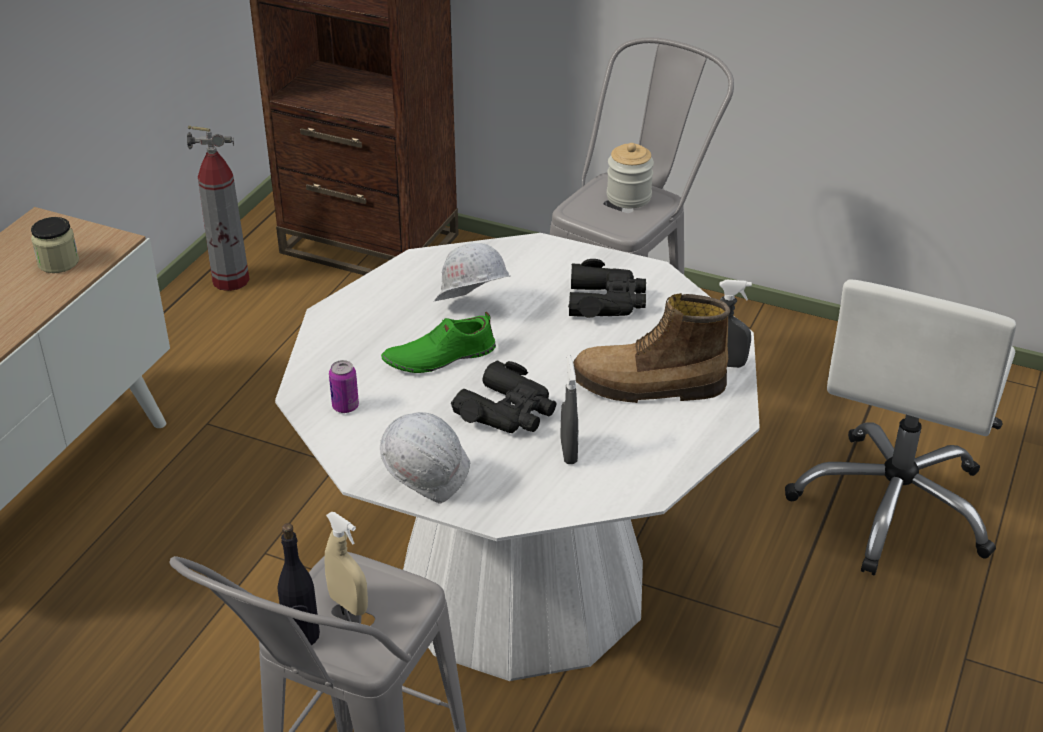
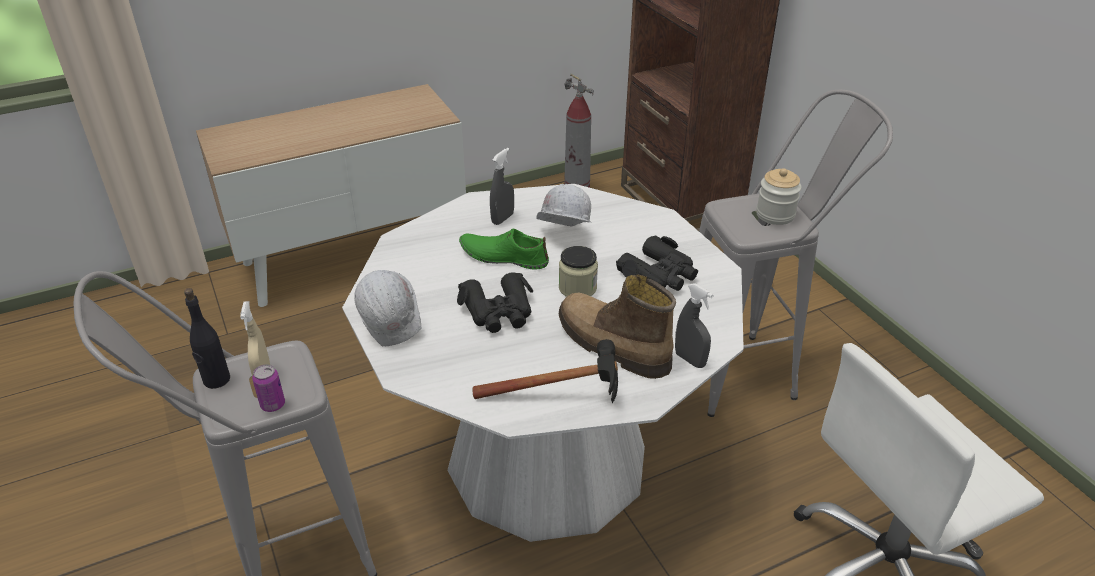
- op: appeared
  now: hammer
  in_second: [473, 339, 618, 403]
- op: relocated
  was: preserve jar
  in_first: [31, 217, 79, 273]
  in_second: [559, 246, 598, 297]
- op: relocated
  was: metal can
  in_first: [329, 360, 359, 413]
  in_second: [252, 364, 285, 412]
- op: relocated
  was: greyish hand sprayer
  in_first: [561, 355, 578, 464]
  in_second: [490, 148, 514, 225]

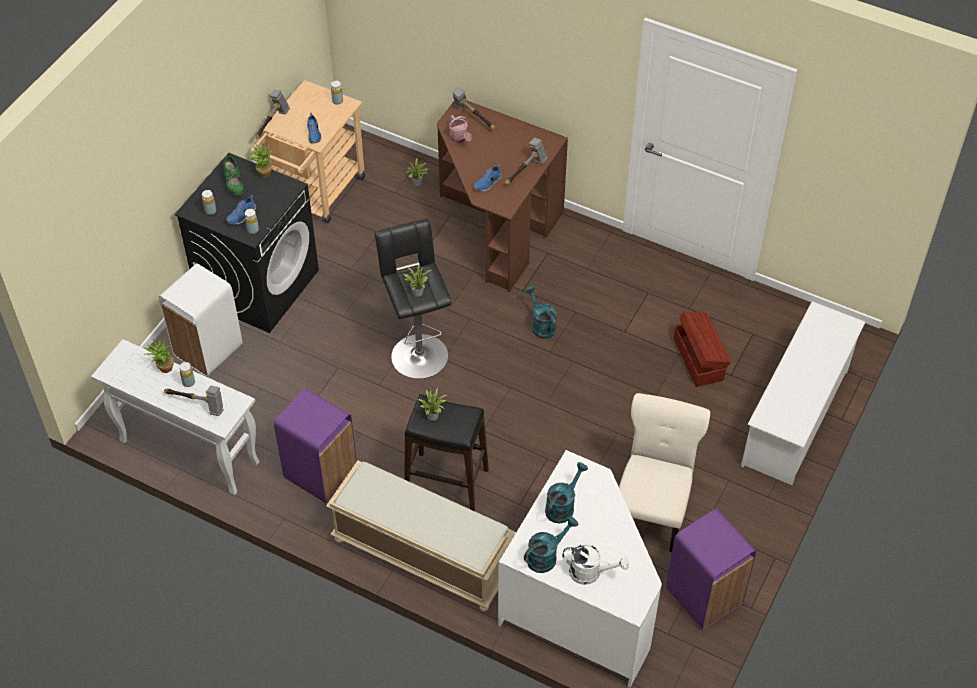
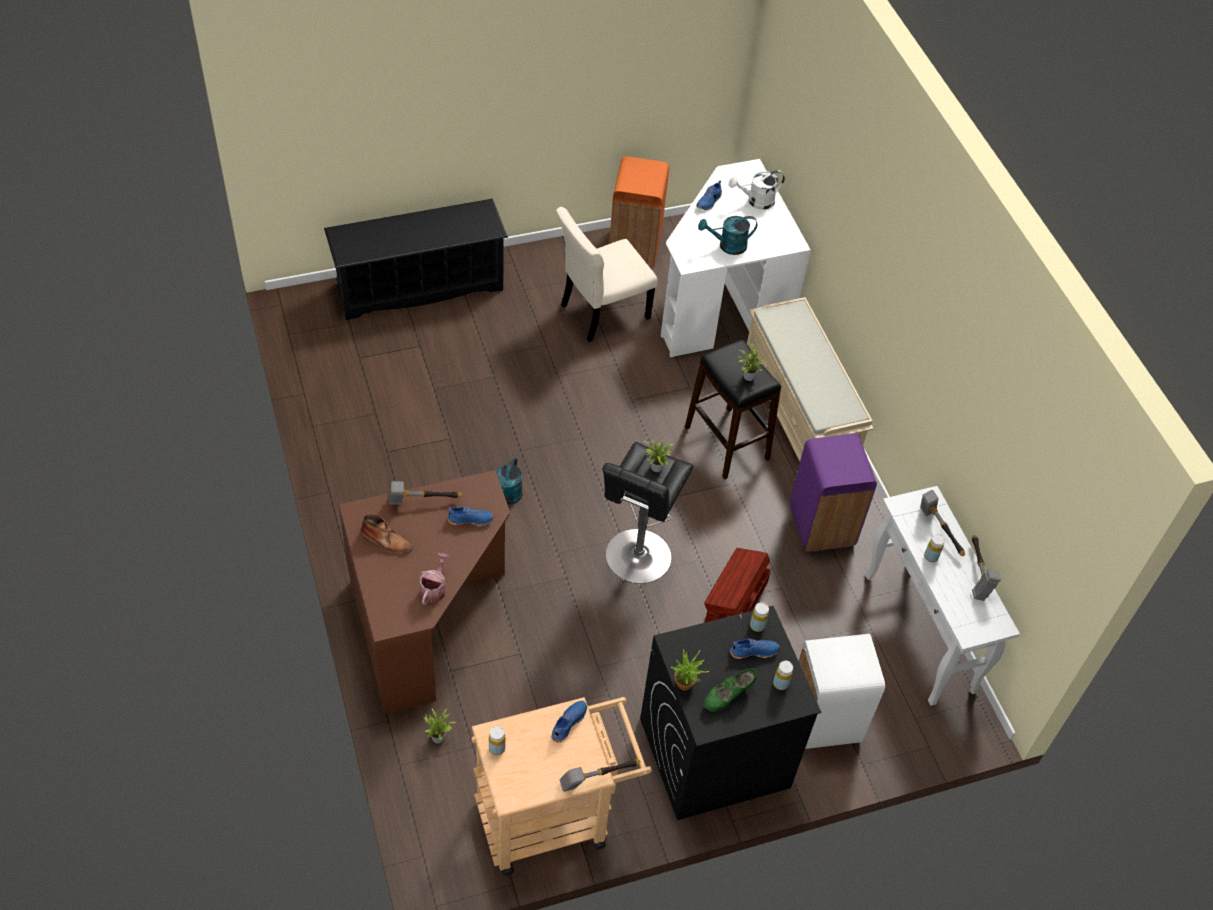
- op: missing
  was: plant in a pot
  in_first: [143, 338, 174, 373]
- op: missing
  was: turquoise watering can
  in_first: [524, 516, 578, 573]
- op: appeared
  now: brown tall boot
  in_second: [361, 514, 413, 555]
- op: appeared
  now: bluish item of footwear
  in_second: [696, 180, 722, 210]
- op: relocated
  was: hammer
  in_first: [452, 87, 495, 129]
  in_second: [972, 535, 1001, 601]
- op: relocated
  was: brown storage container
  in_first: [674, 312, 731, 387]
  in_second: [704, 548, 771, 622]
- op: colour
  was: purplish trash can
  now: orange-coloured trash can
  in_first: [666, 509, 756, 630]
  in_second: [609, 156, 669, 268]
- op: colour
  was: whitish shoe shelf
  now: blackish shoe shelf
  in_first: [741, 301, 865, 485]
  in_second: [324, 199, 508, 320]
- op: spun
  was: green-coloured item of footwear
  in_first: [223, 156, 244, 196]
  in_second: [704, 669, 756, 712]
  clockwise: -150
- op: spun
  was: whitish watering can
  in_first: [562, 544, 629, 585]
  in_second: [729, 170, 785, 210]
  clockwise: -75

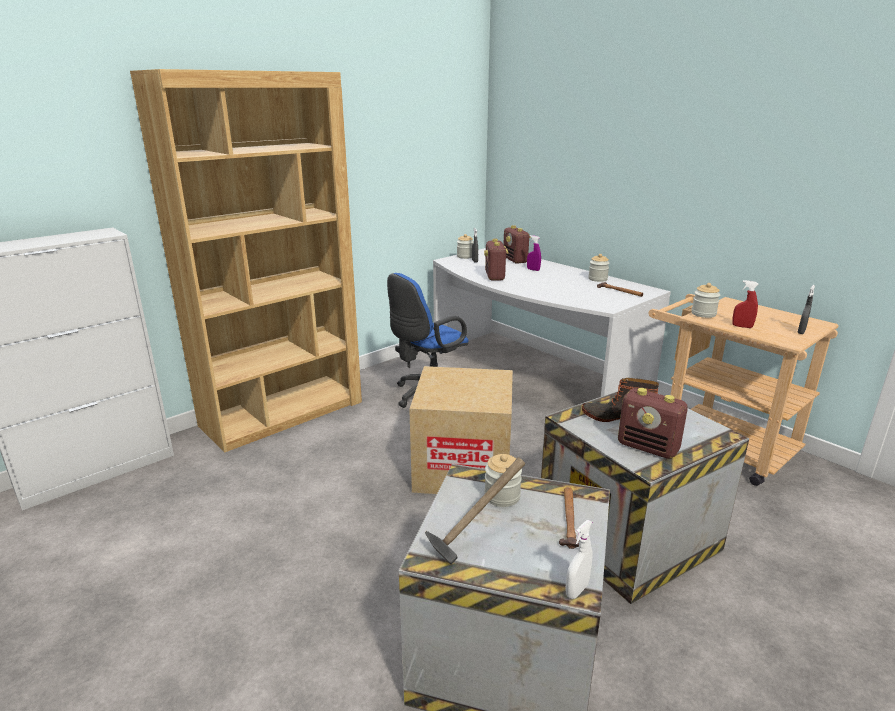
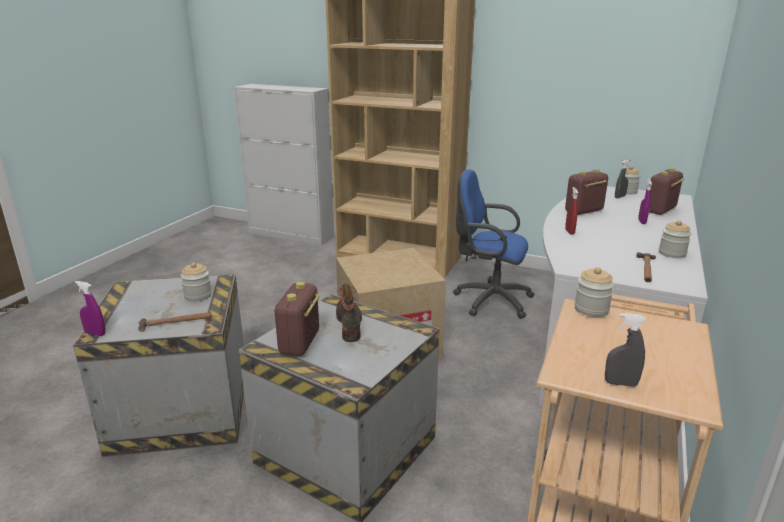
- op: missing
  was: hammer
  in_first: [425, 457, 525, 564]
- op: relocated
  was: red hand sprayer
  in_first: [732, 280, 759, 328]
  in_second: [565, 187, 578, 235]
- op: colour
  was: whitish hand sprayer
  now: purplish hand sprayer
  in_first: [565, 520, 592, 599]
  in_second: [75, 281, 106, 336]

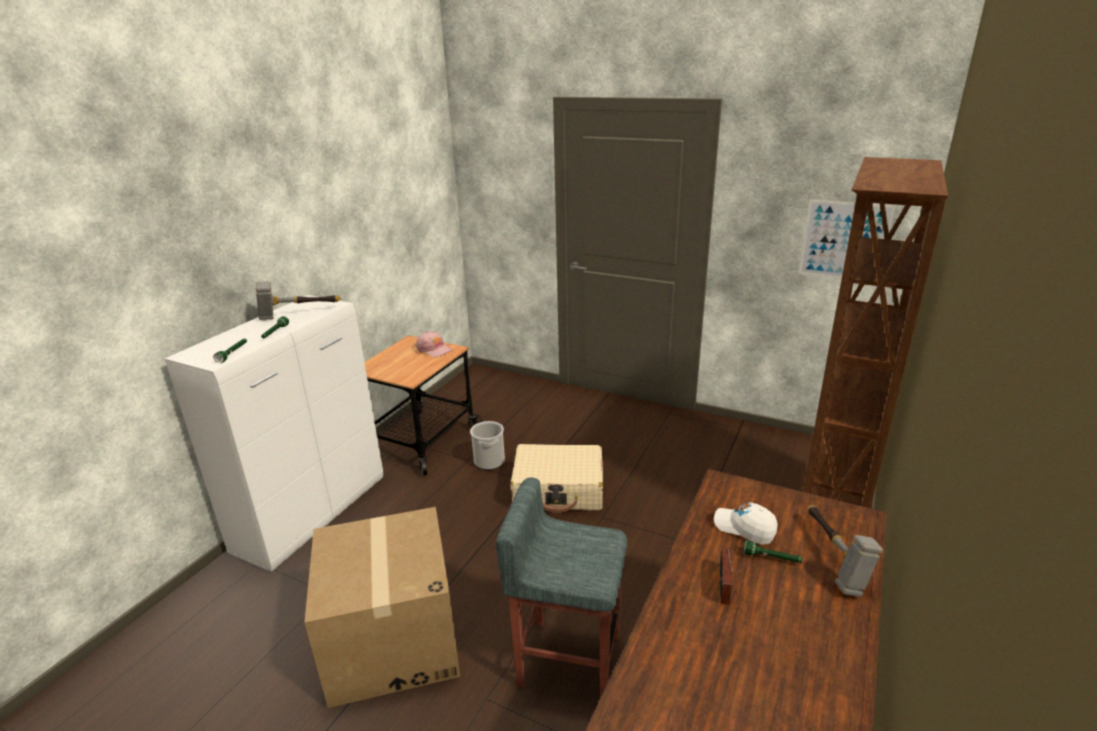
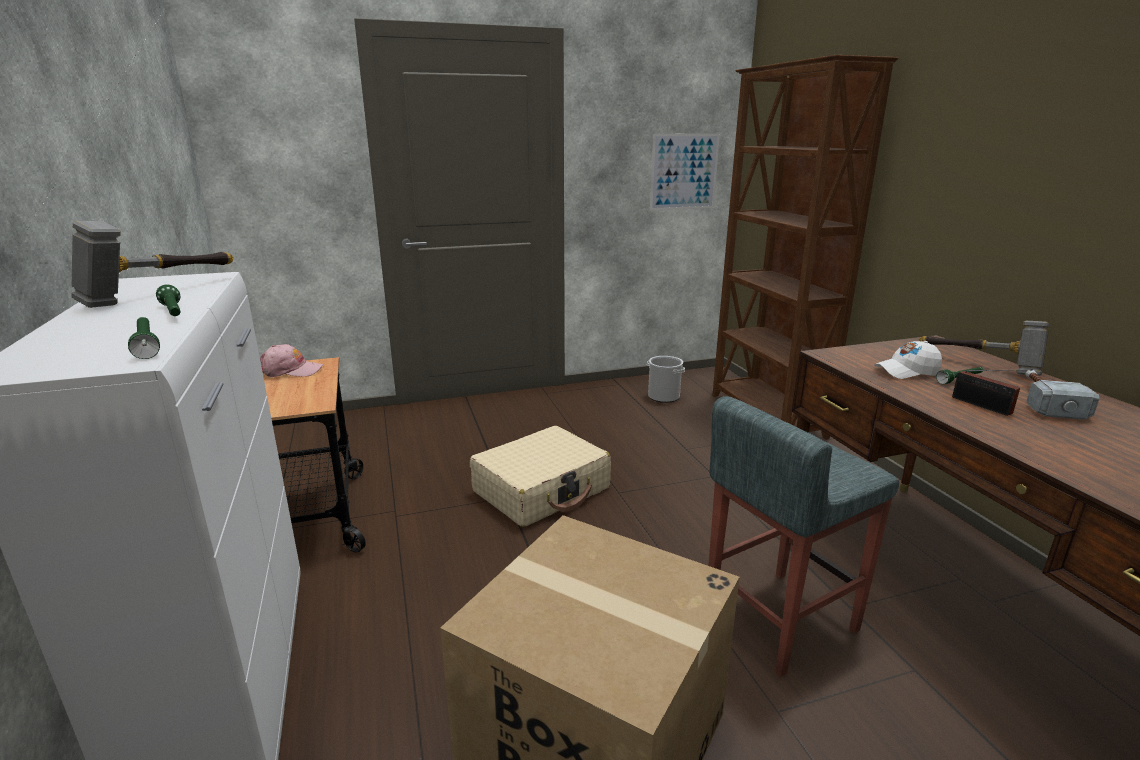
- op: appeared
  now: hammer
  in_second: [1025, 370, 1100, 420]
- op: relocated
  was: pail
  in_first: [470, 421, 505, 470]
  in_second: [647, 356, 685, 403]

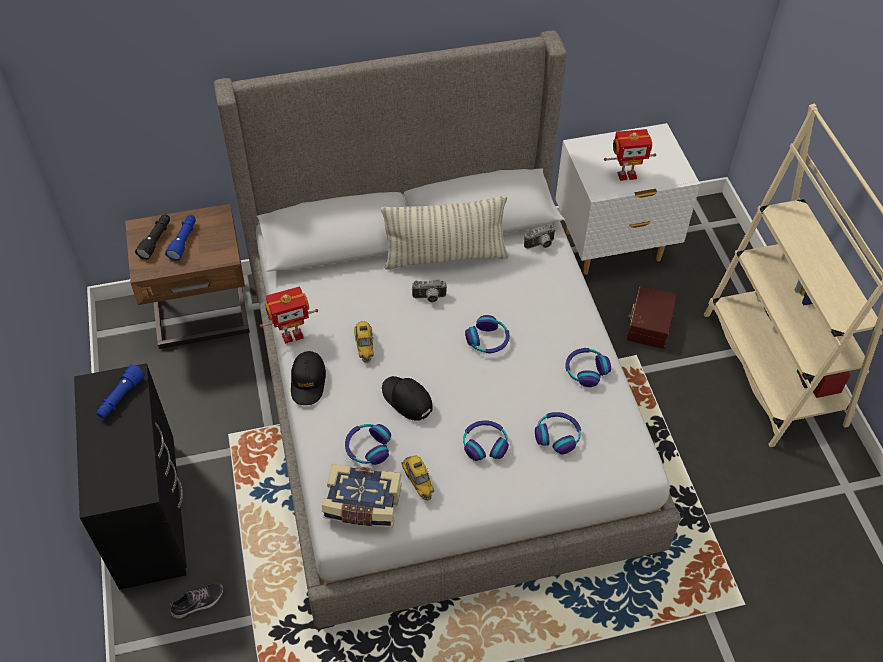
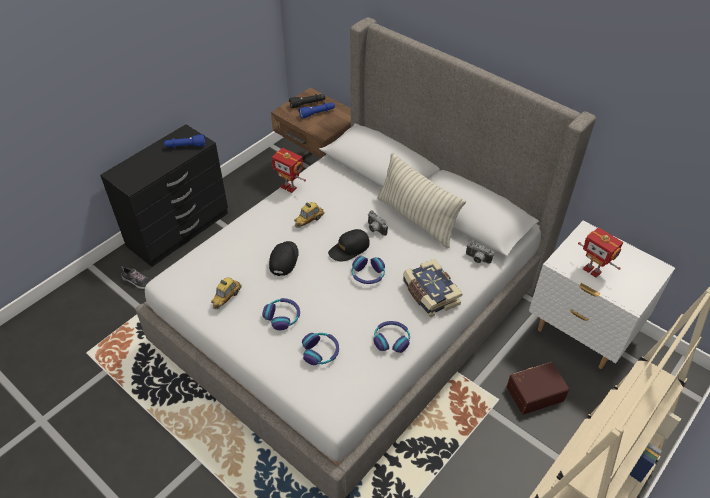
- op: missing
  was: headphones
  in_first: [345, 424, 391, 465]
- op: relocated
  was: blackish peaked cap
  in_first: [291, 351, 326, 405]
  in_second: [328, 229, 370, 261]
- op: relocated
  was: bound book
  in_first: [322, 464, 402, 527]
  in_second: [403, 259, 463, 318]

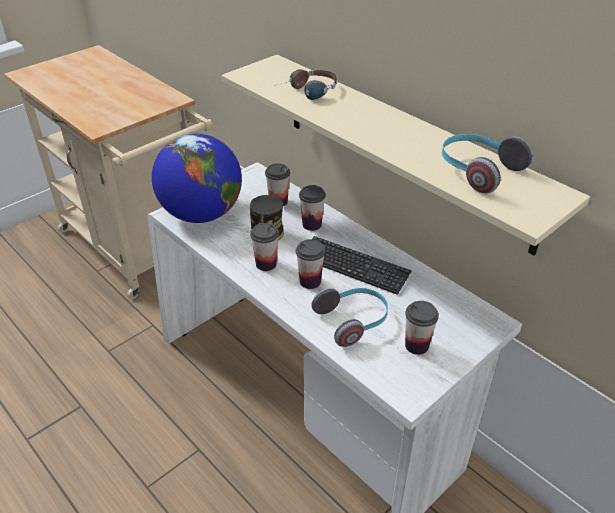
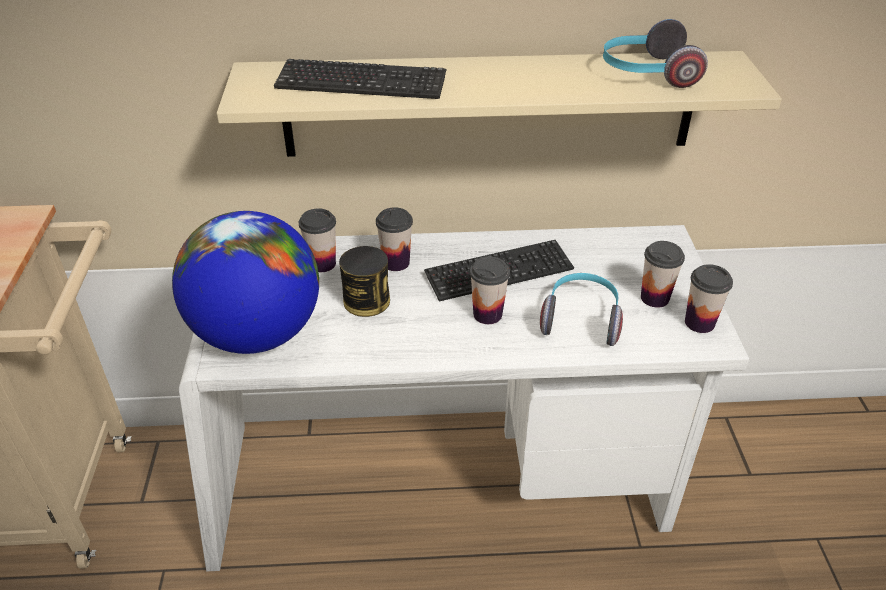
- op: relocated
  was: cup
  in_first: [250, 223, 279, 271]
  in_second: [685, 264, 733, 333]
- op: exchanged
  was: headphones
  now: computer keyboard
  in_first: [275, 69, 338, 100]
  in_second: [274, 59, 446, 99]

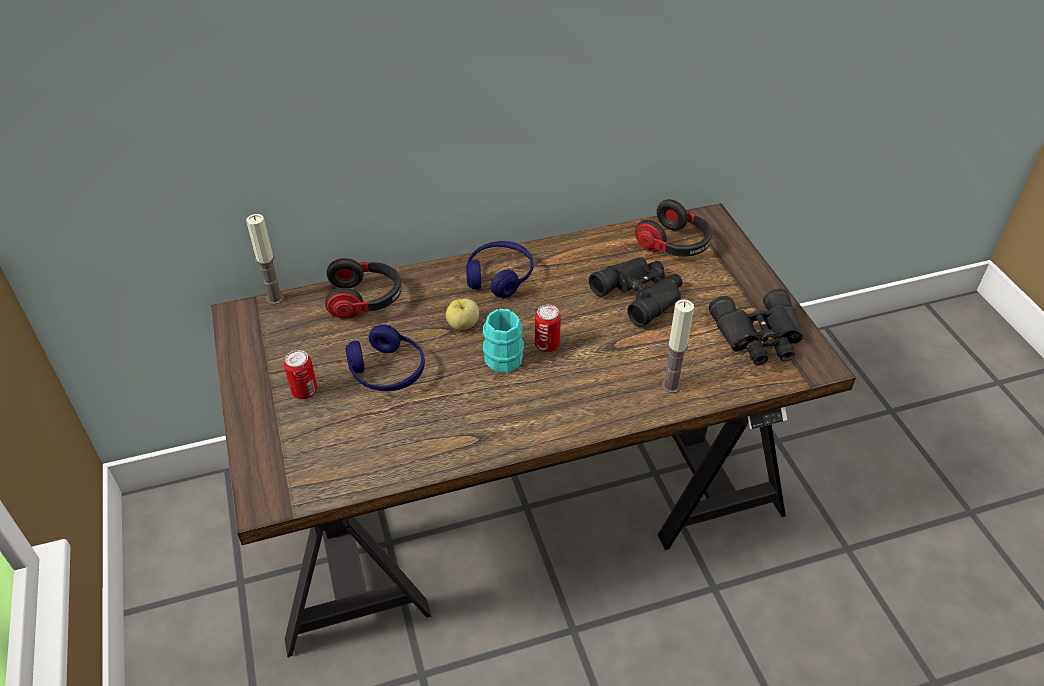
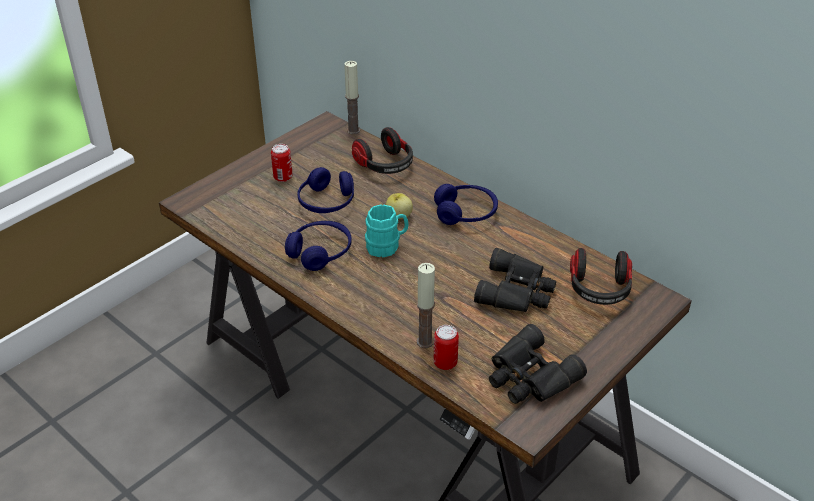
- op: appeared
  now: bluish headphones
  in_second: [285, 221, 352, 271]
- op: relocated
  was: metal can
  in_first: [535, 305, 561, 352]
  in_second: [434, 325, 459, 370]

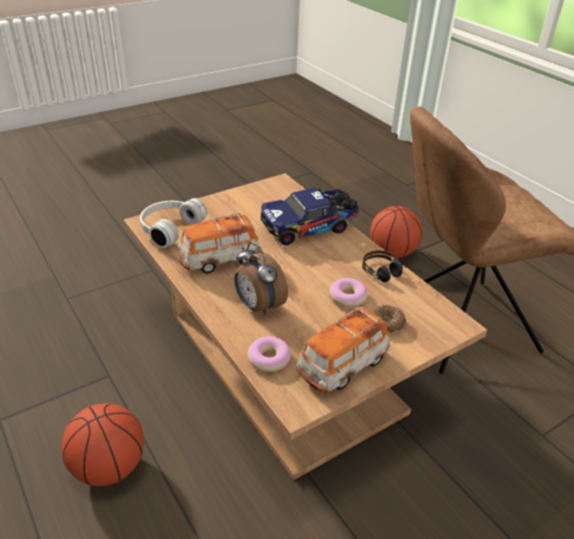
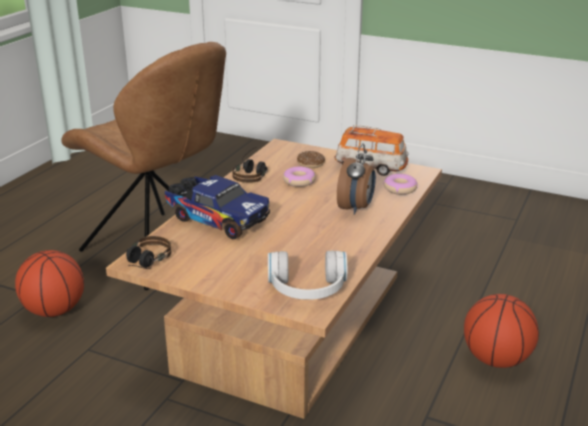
- op: missing
  was: toy car
  in_first: [178, 213, 262, 274]
- op: appeared
  now: headphones
  in_second: [126, 236, 171, 269]

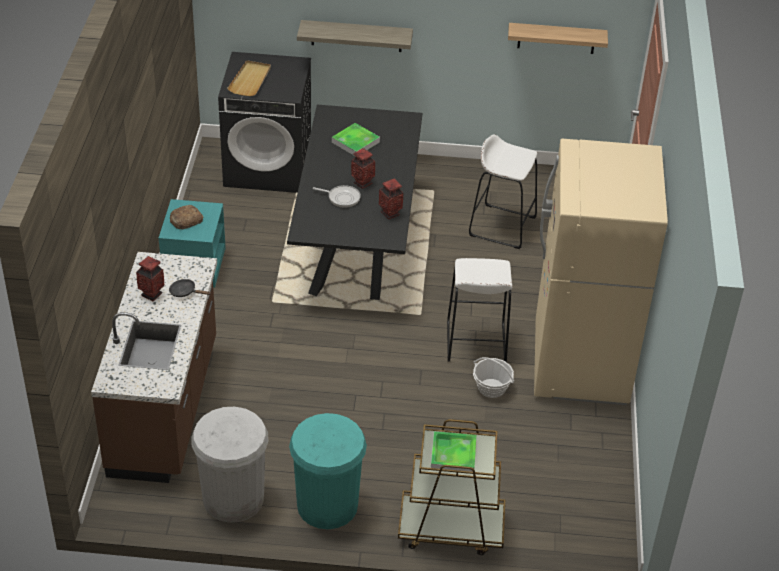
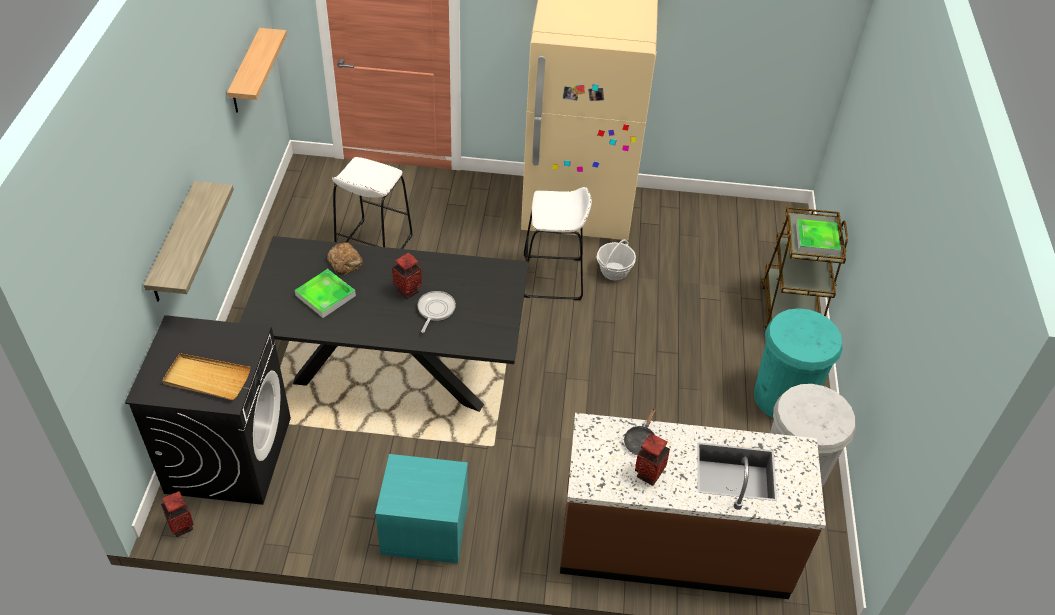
- op: relocated
  was: bakery bread
  in_first: [170, 205, 203, 229]
  in_second: [327, 242, 363, 275]
- op: relocated
  was: decorative vase
  in_first: [379, 179, 403, 219]
  in_second: [161, 491, 194, 537]

